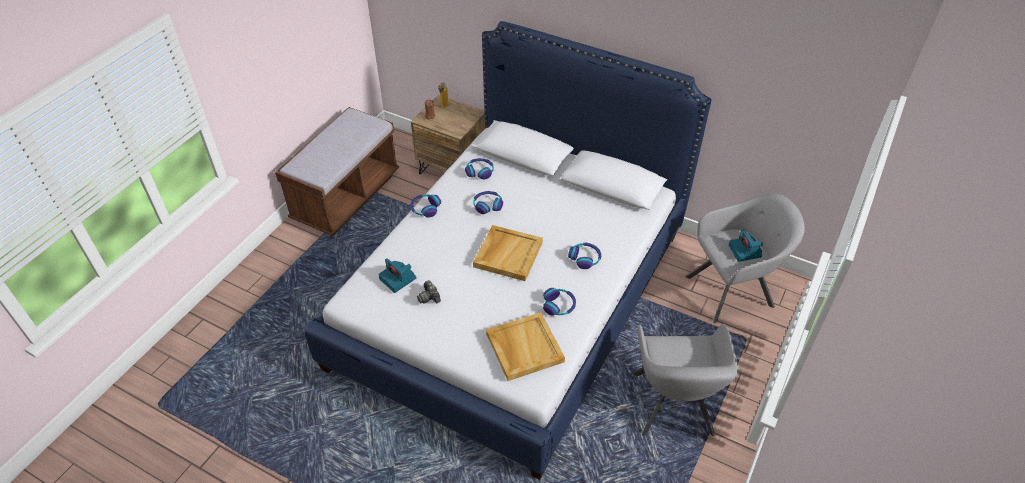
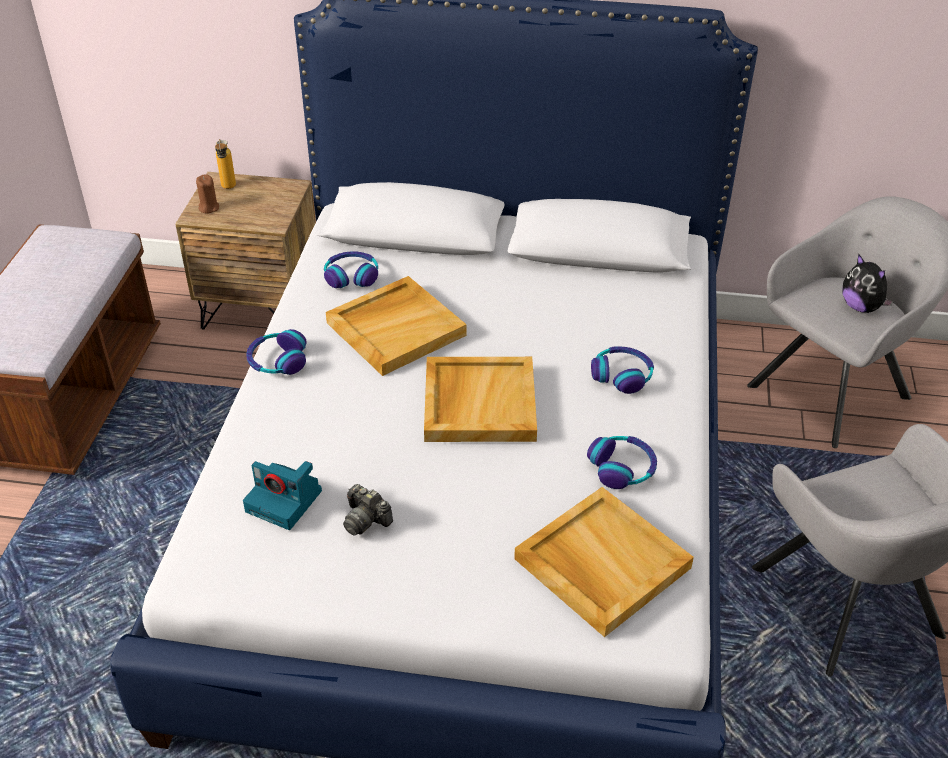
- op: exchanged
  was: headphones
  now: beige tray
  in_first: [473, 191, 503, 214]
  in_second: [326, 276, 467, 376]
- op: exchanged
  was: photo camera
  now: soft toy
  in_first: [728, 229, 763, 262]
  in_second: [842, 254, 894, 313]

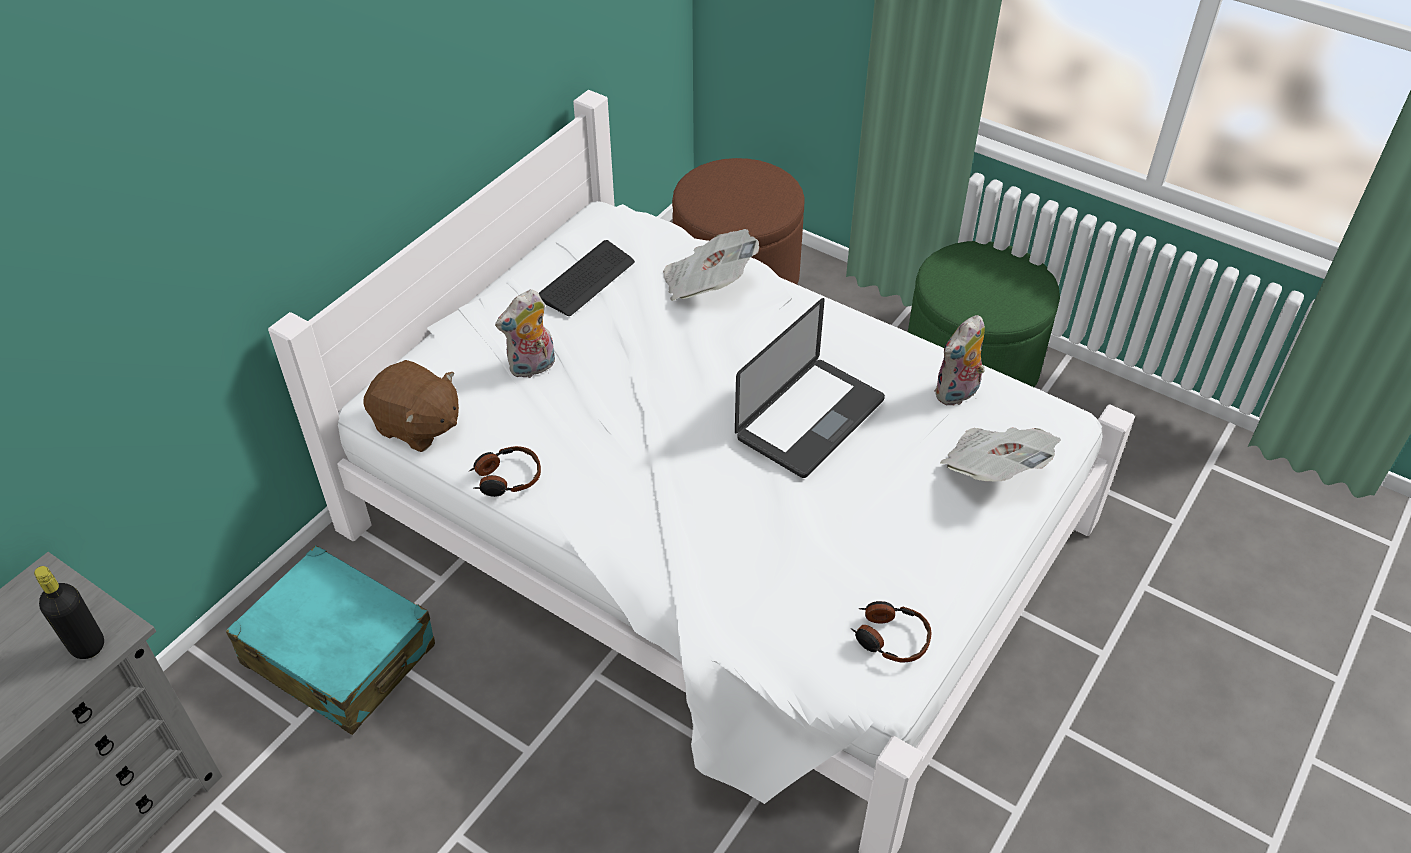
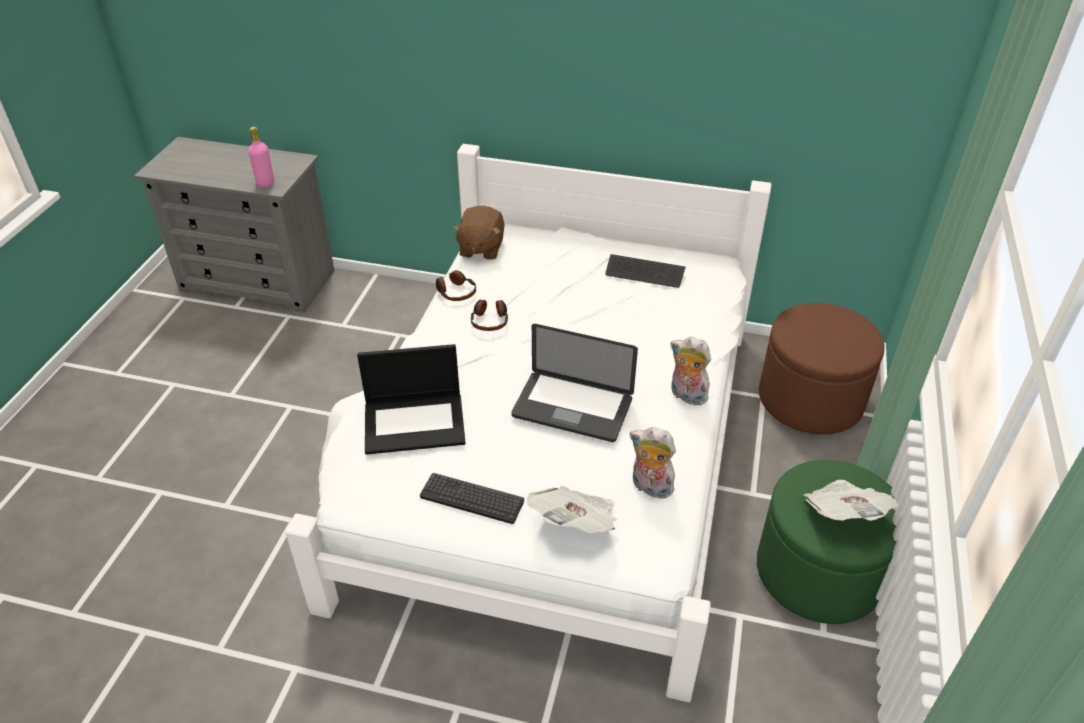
- op: missing
  was: turquoise travel case
  in_first: [226, 545, 435, 735]
- op: appeared
  now: portable computer
  in_second: [357, 344, 466, 455]
- op: appeared
  now: computer keyboard
  in_second: [420, 473, 524, 524]
- op: relocated
  was: soft toy
  in_first: [495, 289, 555, 378]
  in_second: [671, 337, 711, 405]
- op: relocated
  was: newspaper
  in_first: [663, 229, 759, 301]
  in_second: [804, 480, 899, 521]
- op: relocated
  was: headphones
  in_first: [850, 601, 931, 663]
  in_second: [471, 300, 508, 331]
- op: colour
  was: blackish bottle
  now: pink bottle
  in_first: [34, 566, 104, 659]
  in_second: [248, 127, 274, 188]

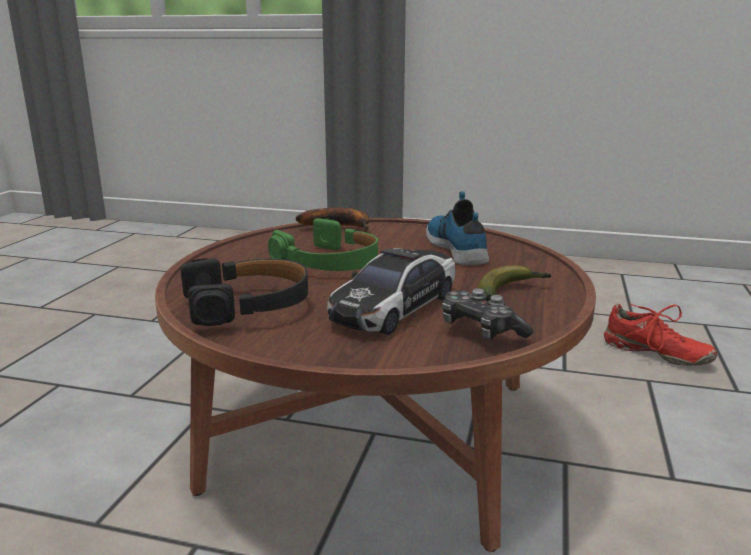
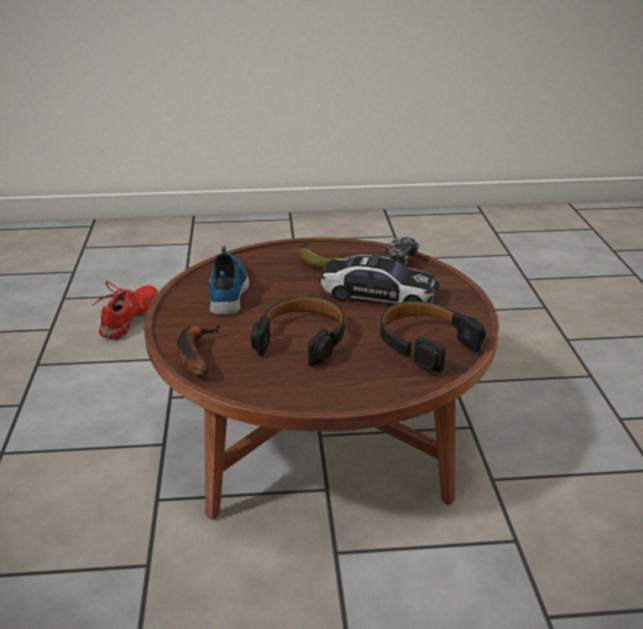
- op: colour
  was: green-coloured headphones
  now: blackish headphones
  in_first: [268, 218, 378, 271]
  in_second: [251, 296, 345, 367]
- op: spun
  was: item of footwear
  in_first: [426, 191, 489, 265]
  in_second: [209, 246, 249, 315]
  clockwise: 120

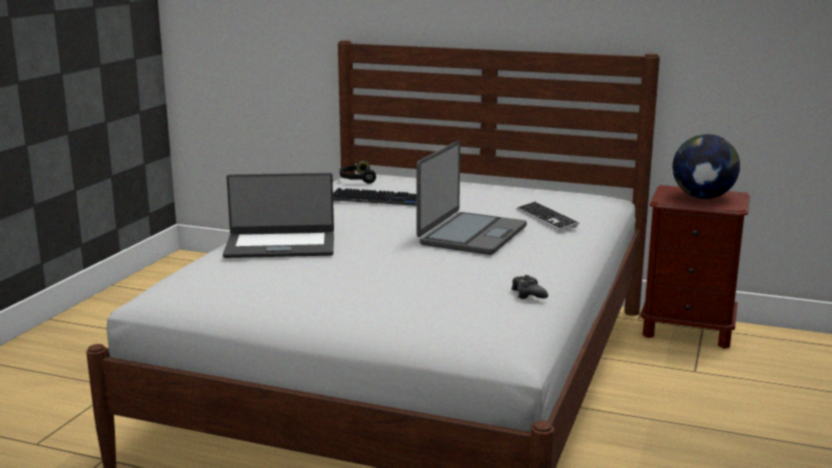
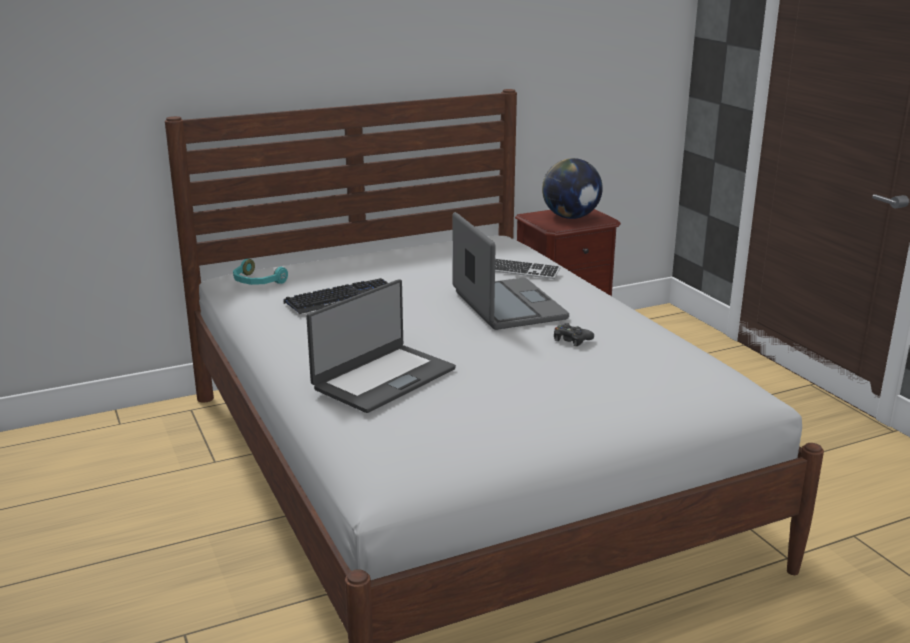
- op: relocated
  was: blackish joypad
  in_first: [511, 275, 548, 299]
  in_second: [554, 323, 594, 346]
- op: colour
  was: blackish headphones
  now: turquoise headphones
  in_first: [340, 161, 376, 184]
  in_second: [233, 259, 288, 285]

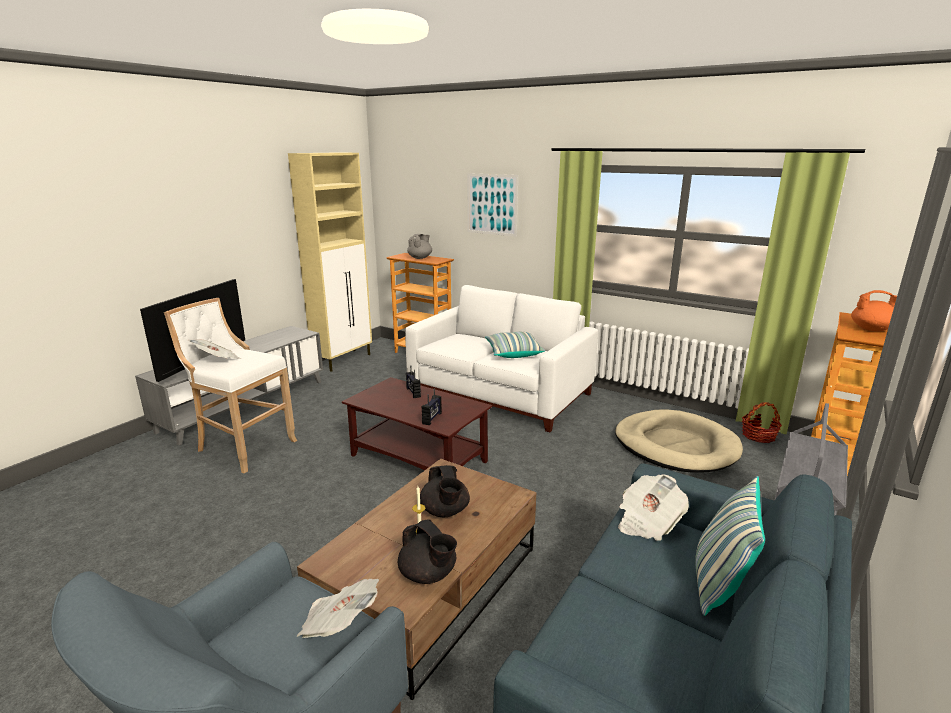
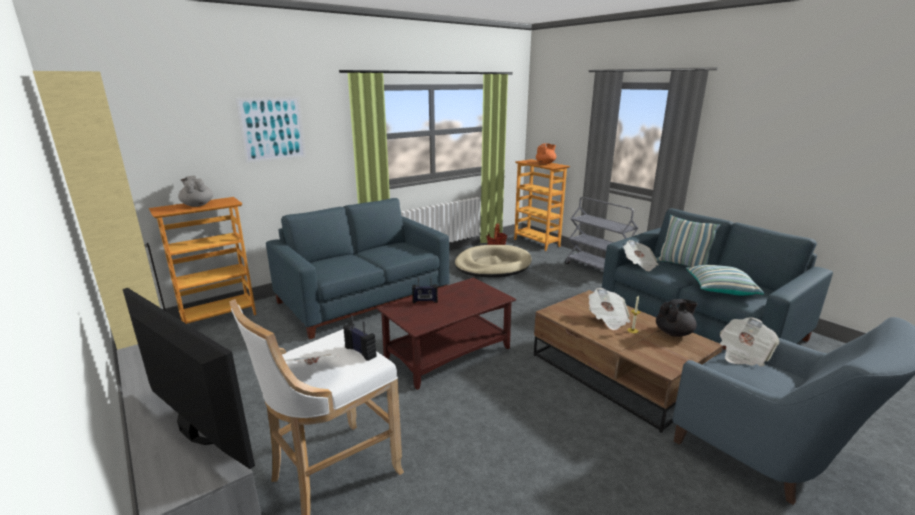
- op: relocated
  was: radio receiver
  in_first: [422, 388, 442, 425]
  in_second: [343, 315, 377, 361]
- op: relocated
  was: throw pillow
  in_first: [485, 332, 545, 358]
  in_second: [686, 265, 764, 296]
- op: exchanged
  was: blackish pot for tea
  now: newspaper
  in_first: [420, 465, 470, 517]
  in_second: [588, 288, 631, 330]
- op: colour
  was: whitish sofa
  now: bluish sofa
  in_first: [405, 285, 598, 432]
  in_second: [266, 198, 449, 339]

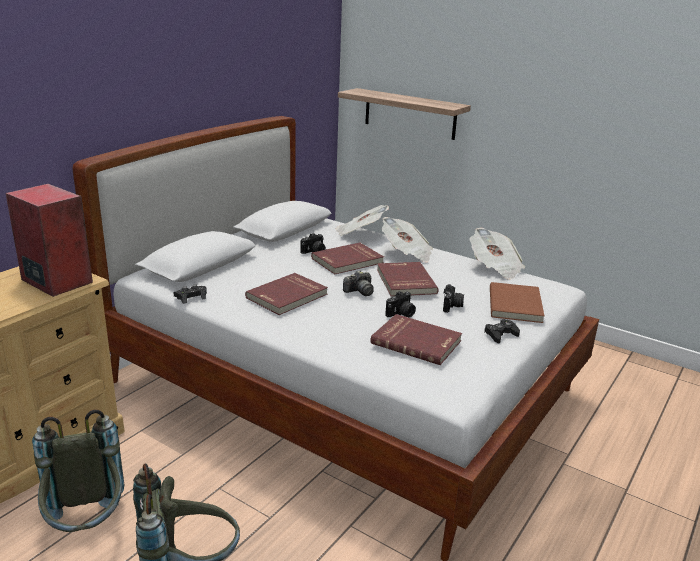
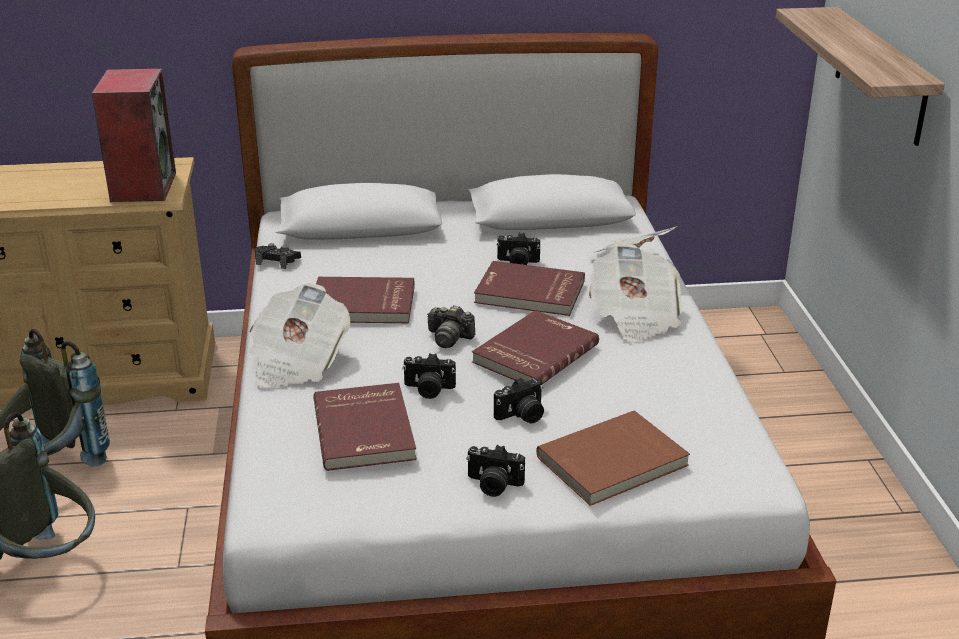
- op: relocated
  was: newspaper
  in_first: [469, 228, 525, 280]
  in_second: [249, 284, 351, 388]
- op: exchanged
  was: blackish joypad
  now: photo camera
  in_first: [484, 319, 520, 344]
  in_second: [466, 445, 525, 497]

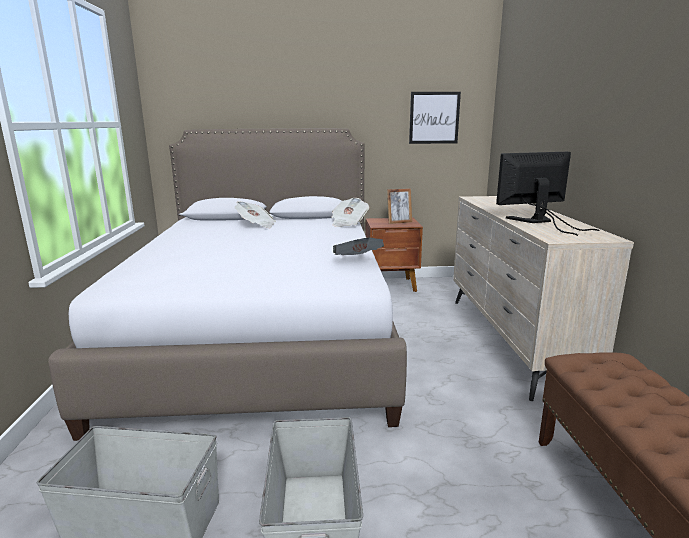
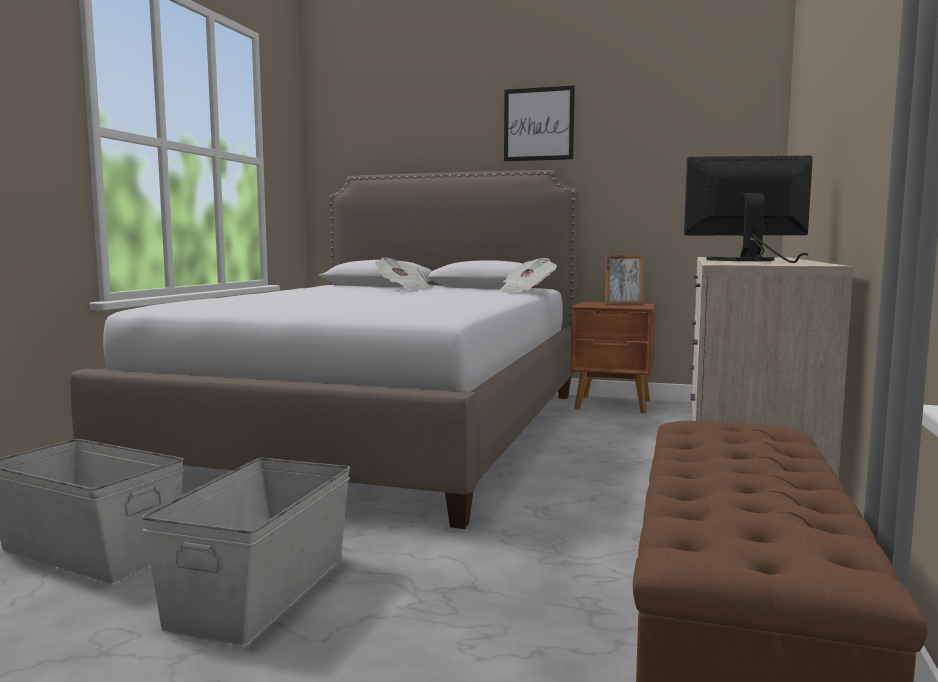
- op: missing
  was: newspaper
  in_first: [333, 237, 384, 255]
- op: relocated
  was: picture
  in_first: [409, 92, 461, 144]
  in_second: [504, 85, 575, 162]

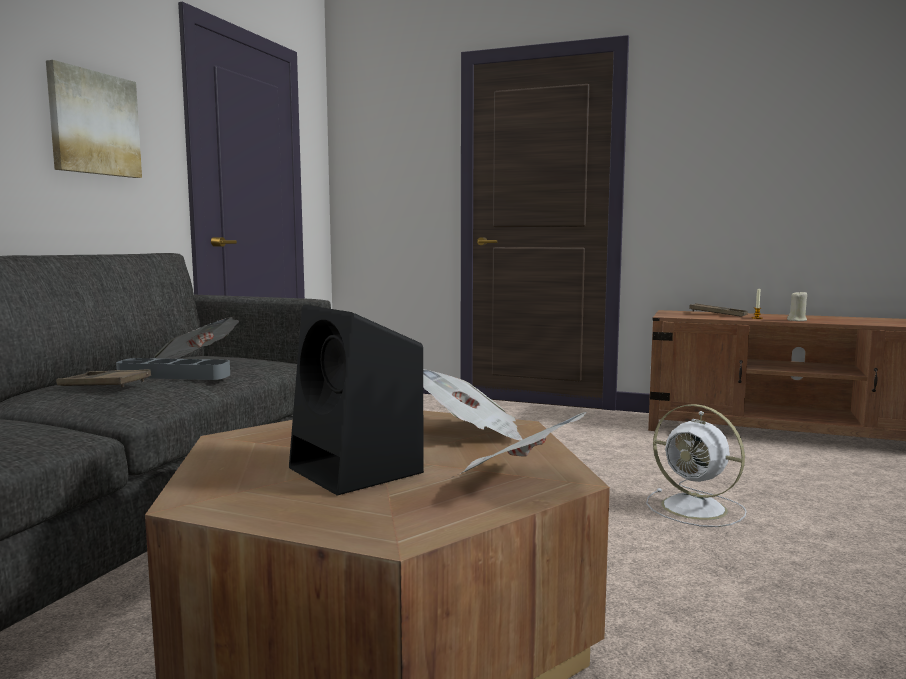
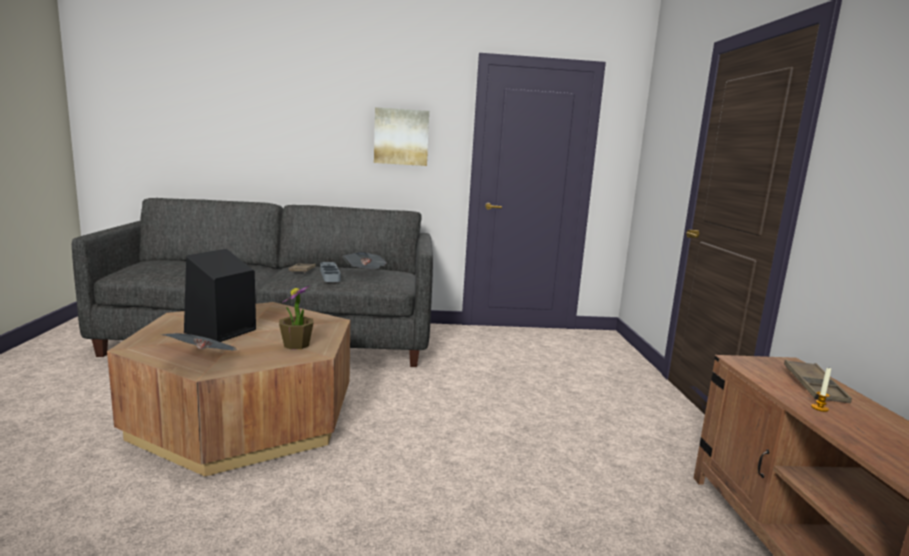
- op: missing
  was: whitish cooling fan
  in_first: [646, 404, 747, 527]
- op: missing
  was: beige wax light
  in_first: [787, 290, 807, 321]
- op: exchanged
  was: newspaper
  now: plant in a pot
  in_first: [423, 369, 523, 441]
  in_second: [279, 285, 314, 350]

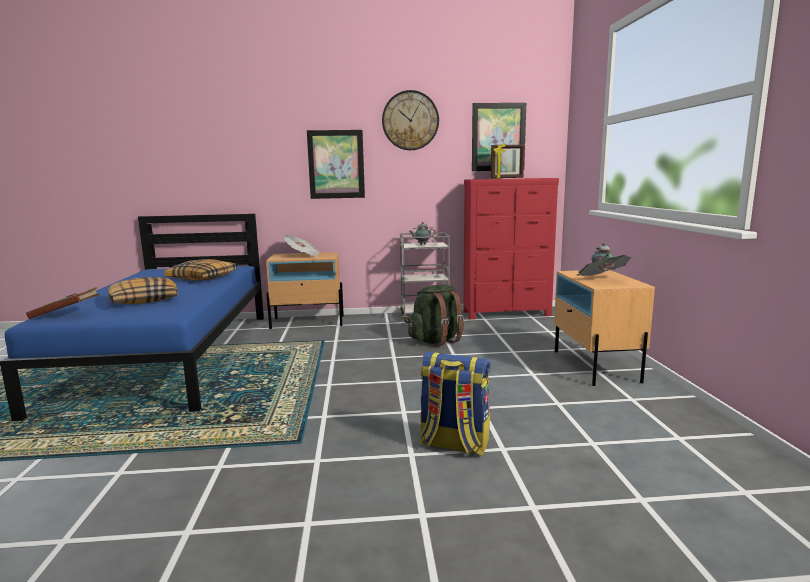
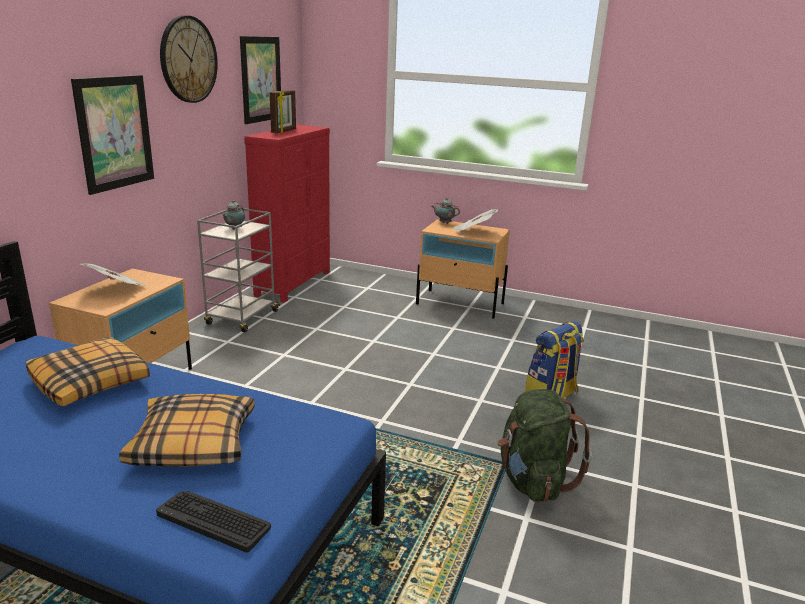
- op: relocated
  was: green-coloured rucksack
  in_first: [408, 284, 464, 347]
  in_second: [497, 389, 592, 502]
- op: exchanged
  was: brown bound book
  now: computer keyboard
  in_first: [26, 287, 99, 319]
  in_second: [156, 491, 271, 553]

